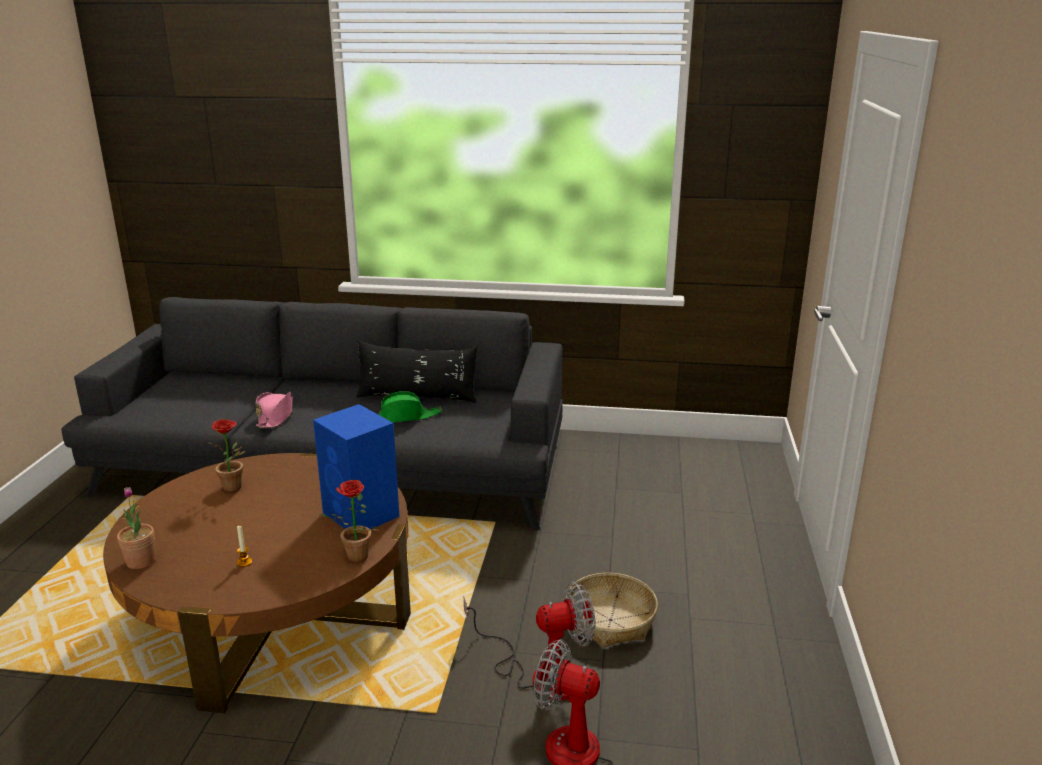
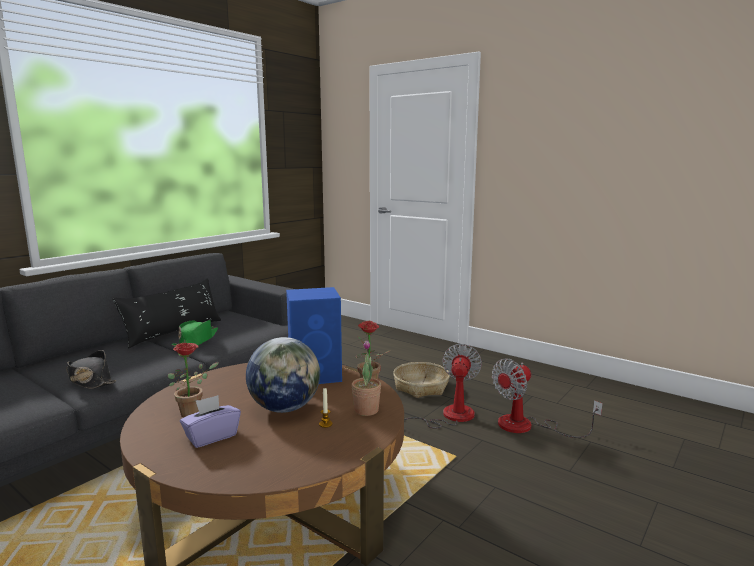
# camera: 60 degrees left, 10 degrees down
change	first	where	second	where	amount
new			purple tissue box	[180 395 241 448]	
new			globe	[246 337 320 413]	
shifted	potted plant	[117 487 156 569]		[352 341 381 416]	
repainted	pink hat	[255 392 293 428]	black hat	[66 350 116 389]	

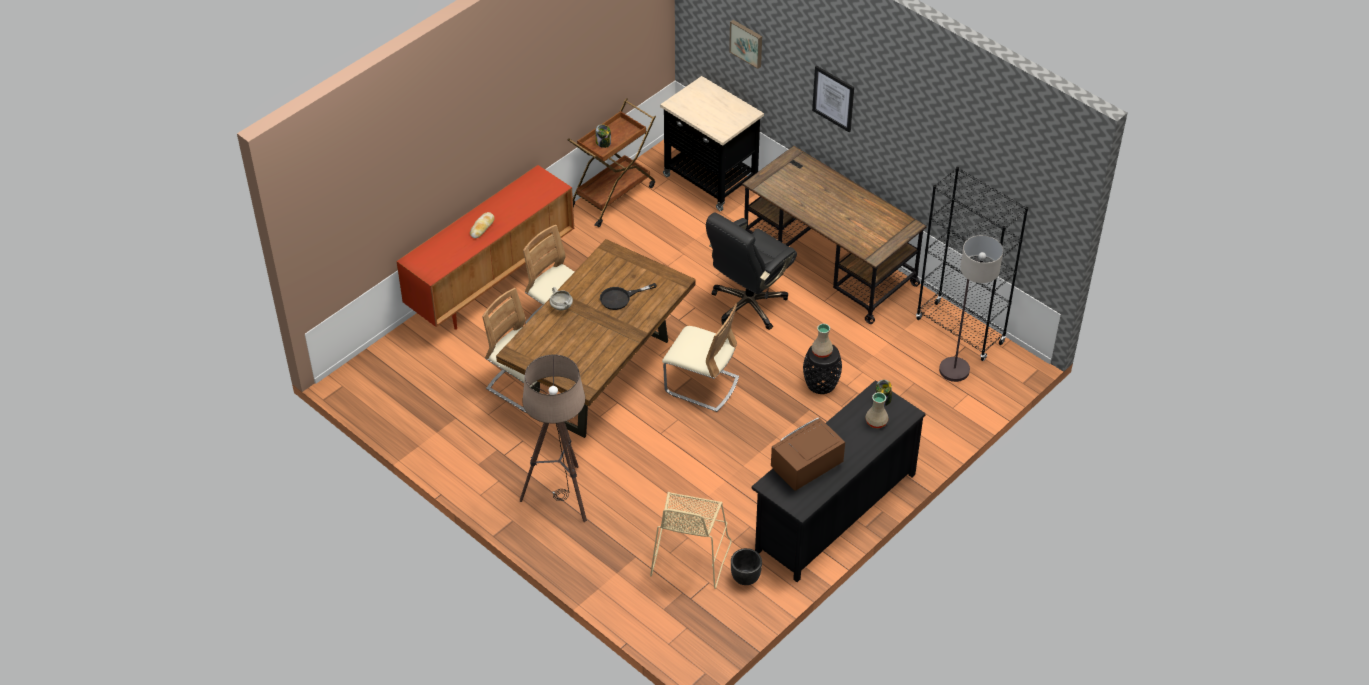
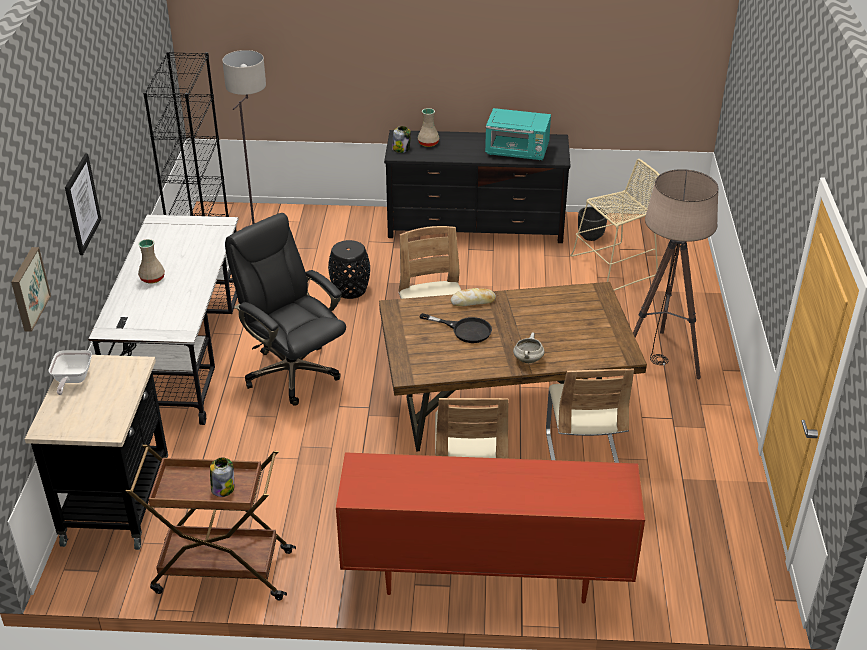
# camera: 130 degrees left, 10 degrees down
change	first	where	second	where	amount
new			frying pan	[49 350 92 395]	
shifted	bread	[470 212 494 238]		[450 288 496 306]	
shifted	beige vase	[811 323 833 358]		[138 239 165 284]	
repainted	brown desk	[742 146 927 324]	white desk	[88 215 238 425]	
repainted	brown microwave	[771 418 845 491]	turquoise microwave	[485 108 551 160]	
rotated	black office chair	[706 213 797 330]		[225 213 346 406]	135 degrees counterclockwise

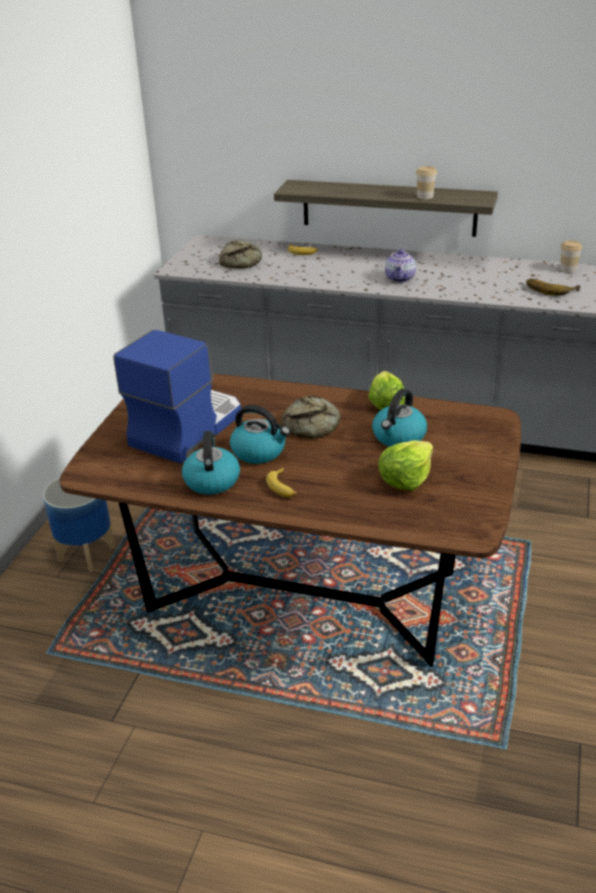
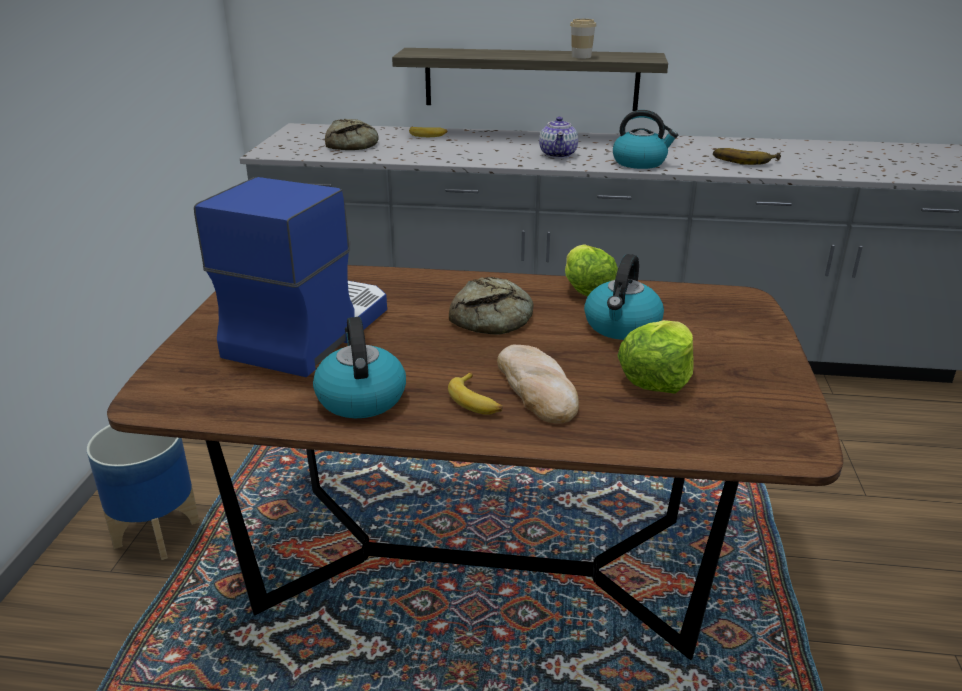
# camera: 10 degrees left, 5 degrees down
change	first	where	second	where	amount
gone	cup	[560 240 582 273]			
new			bread	[497 345 579 424]	
shifted	kettle	[230 405 290 464]		[613 110 678 169]	

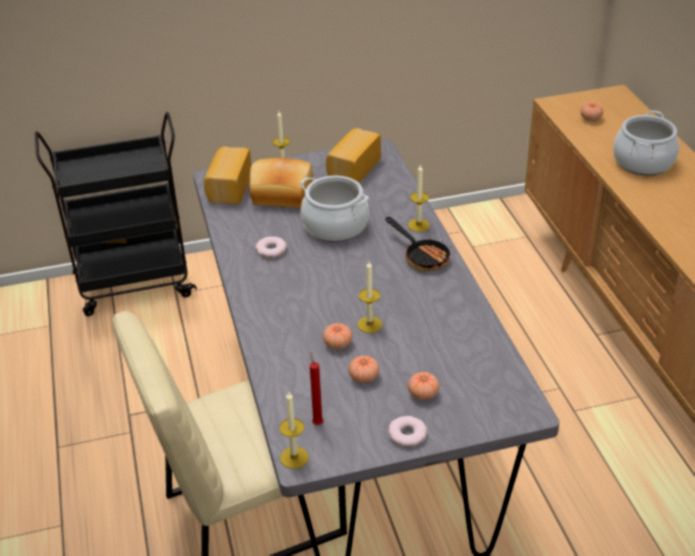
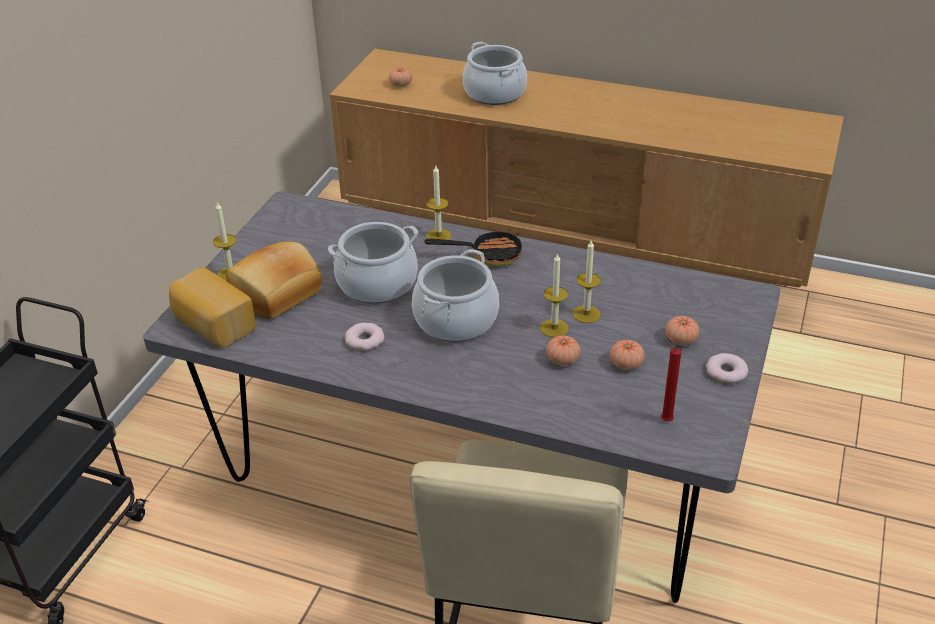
# camera: 55 degrees left, 0 degrees up
change	first	where	second	where	amount
gone	bread	[326 128 381 183]			
new			cooking pot	[412 249 499 342]	
shifted	candle	[279 392 309 469]		[573 240 601 323]	

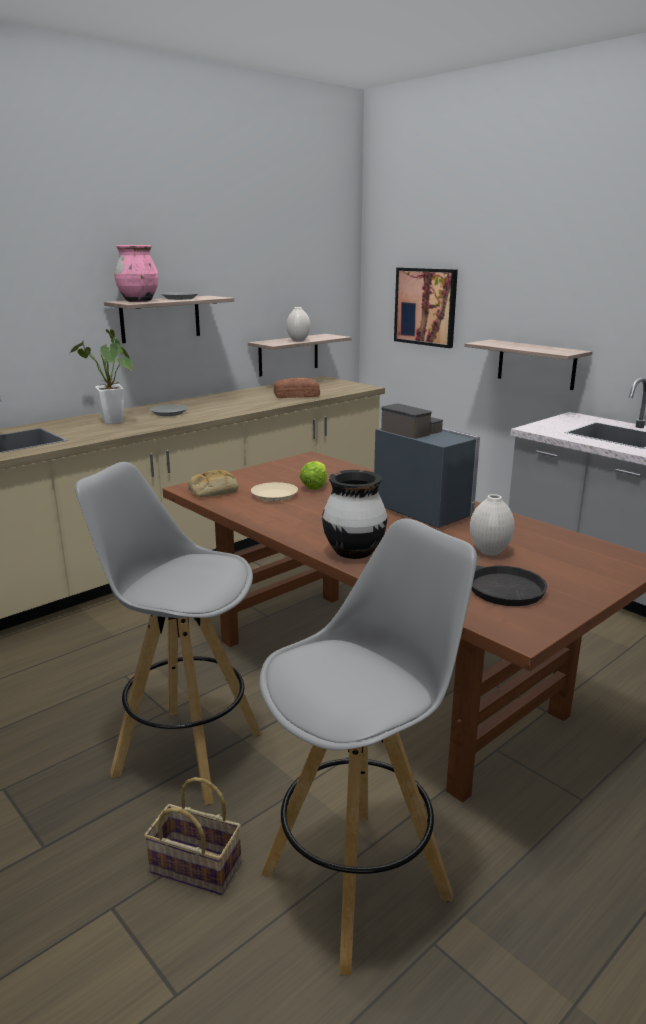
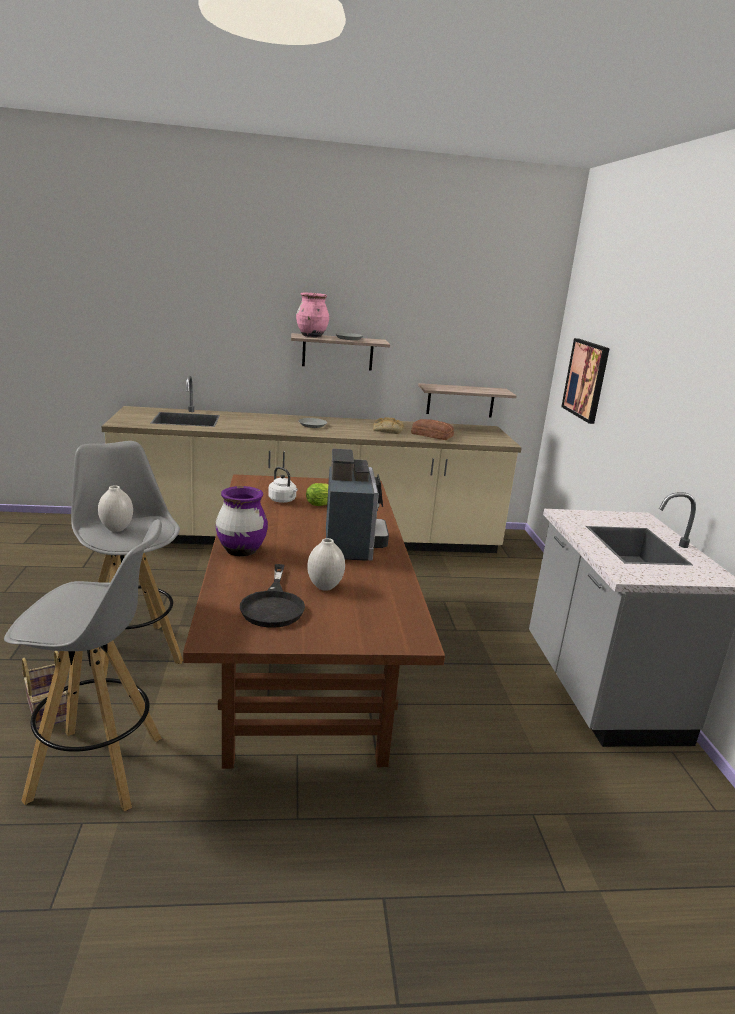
# camera: 35 degrees right, 0 degrees up
change	first	where	second	where	amount
gone	potted plant	[70 329 133 424]			
gone	shelf	[464 340 593 390]			
shifted	bread	[188 469 239 497]		[373 417 404 434]	
shifted	white vase	[286 307 310 342]		[98 486 133 532]	
swapped	beige plate	[251 482 298 501]	white kettle	[268 467 298 503]	
repainted	black vase	[322 470 387 559]	purple vase	[216 486 268 556]	

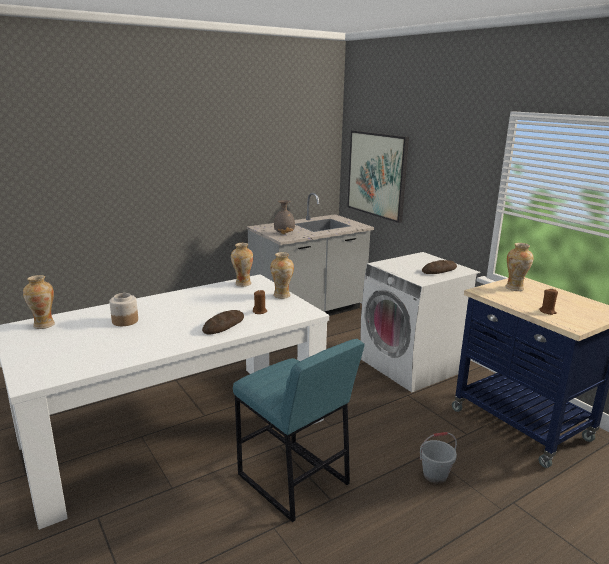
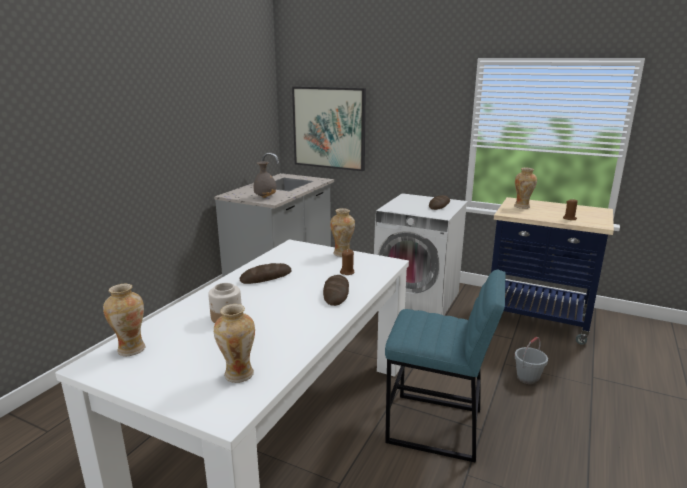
# camera: 30 degrees left, 0 degrees up
change	first	where	second	where	amount
new			bread	[240 263 292 284]	
shifted	vase	[231 243 253 287]		[214 304 255 383]	

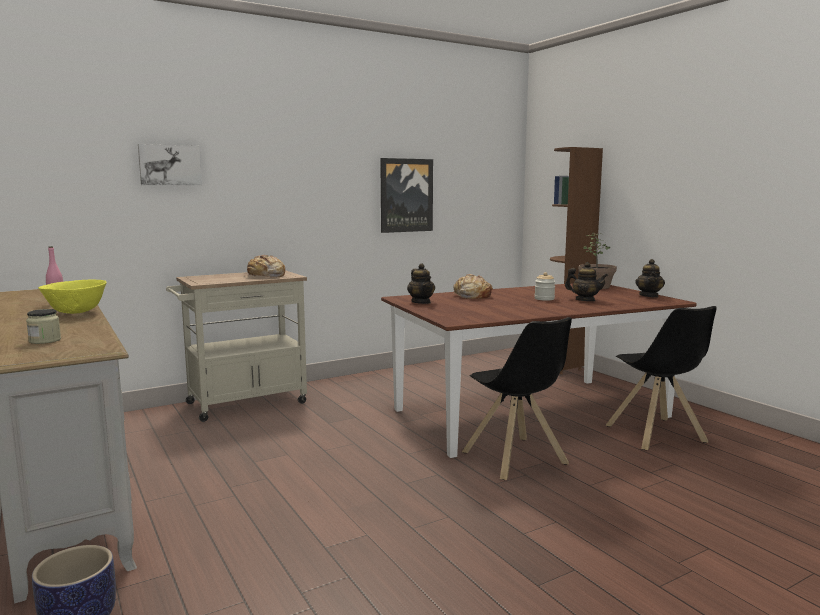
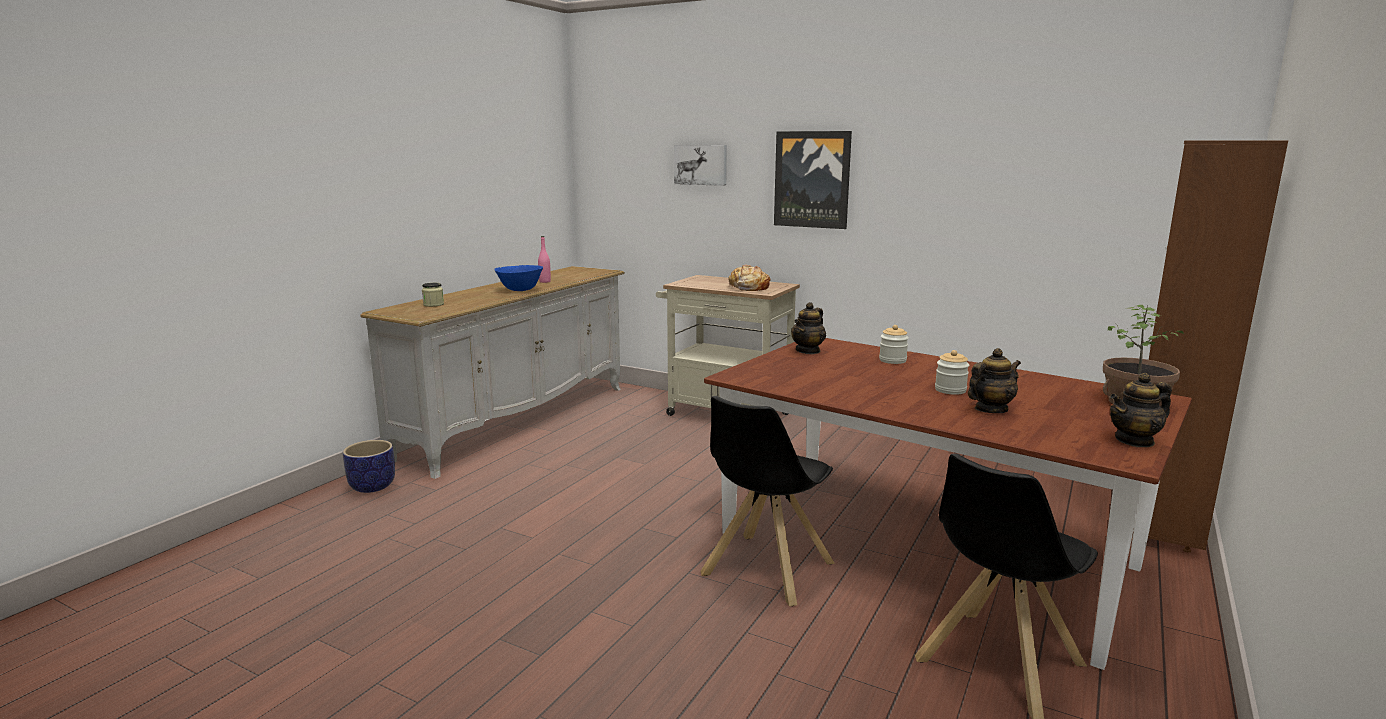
# camera: 60 degrees right, 5 degrees up
change	first	where	second	where	amount
shifted	picture	[380 158 433 233]		[774 131 852 229]	
swapped	bread	[453 274 493 299]	jar	[879 325 909 364]	
repainted	yellow bowl	[38 280 107 314]	blue bowl	[494 265 543 291]	
rotated	teapot	[565 262 608 301]		[968 348 1021 413]	120 degrees counterclockwise

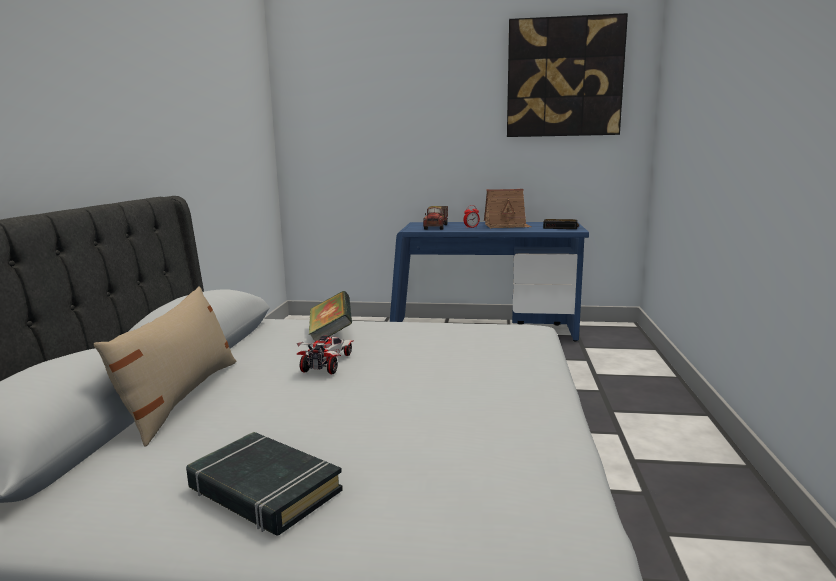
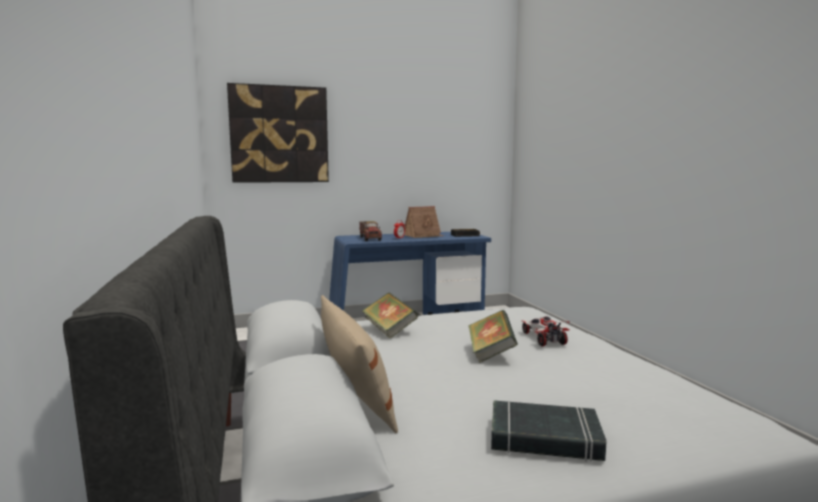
# camera: 25 degrees left, 5 degrees down
change	first	where	second	where	amount
new			book	[469 310 518 363]	
shifted	toy car	[297 335 353 374]		[522 316 570 347]	
shifted	picture	[507 13 628 137]		[227 83 329 183]	

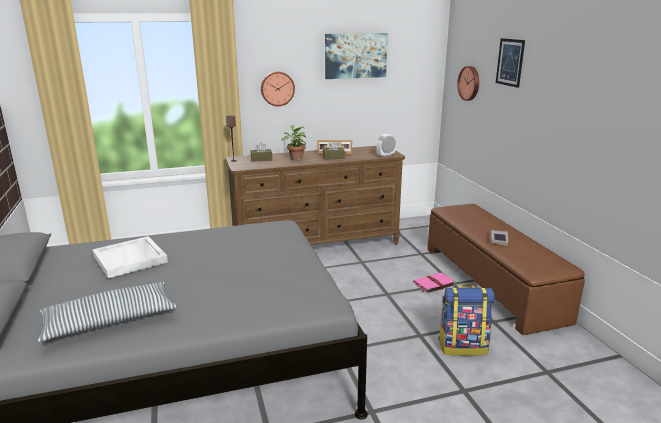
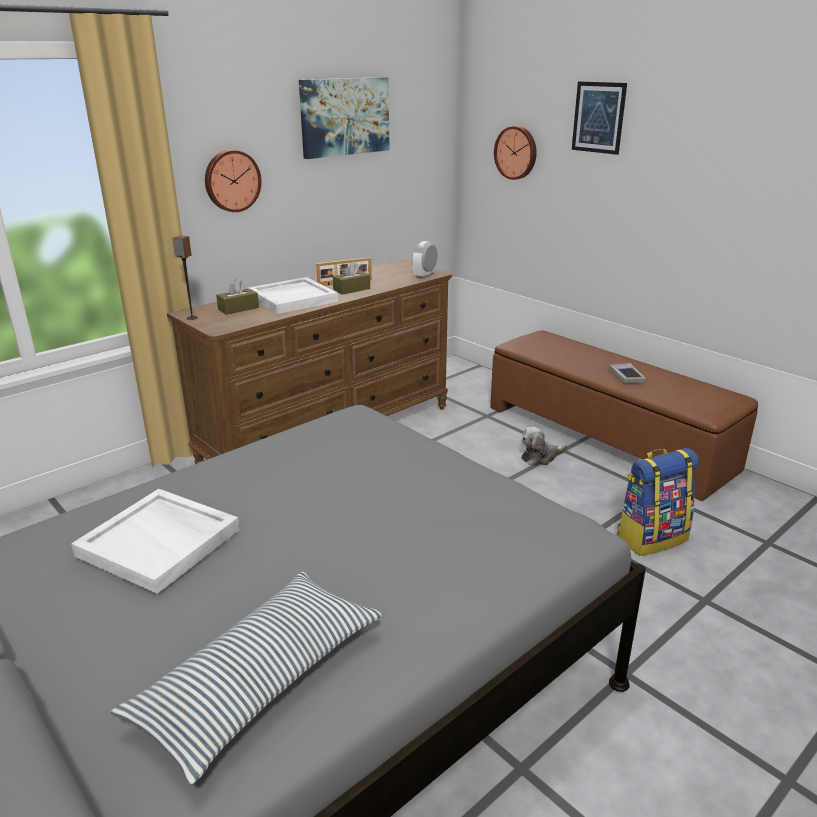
# camera: 25 degrees left, 5 degrees up
change	first	where	second	where	amount
swapped	potted plant	[281 125 307 160]	white tray	[247 277 338 314]	
swapped	pink book	[413 273 456 294]	plush toy	[521 427 567 466]	

